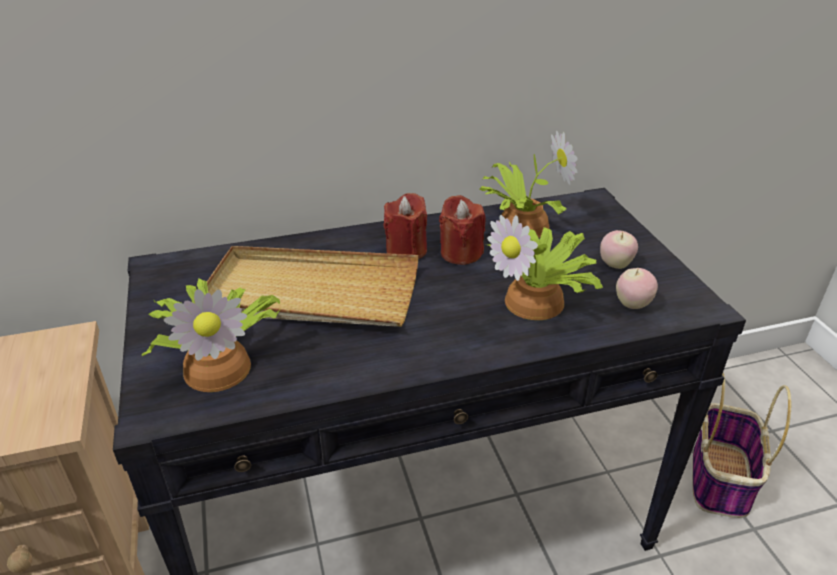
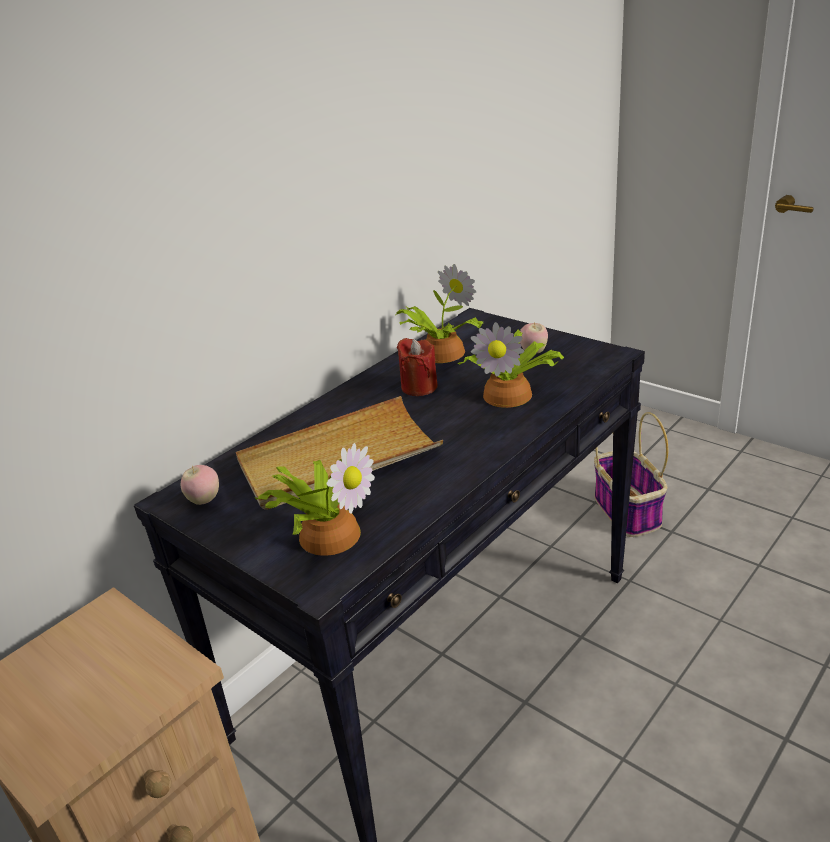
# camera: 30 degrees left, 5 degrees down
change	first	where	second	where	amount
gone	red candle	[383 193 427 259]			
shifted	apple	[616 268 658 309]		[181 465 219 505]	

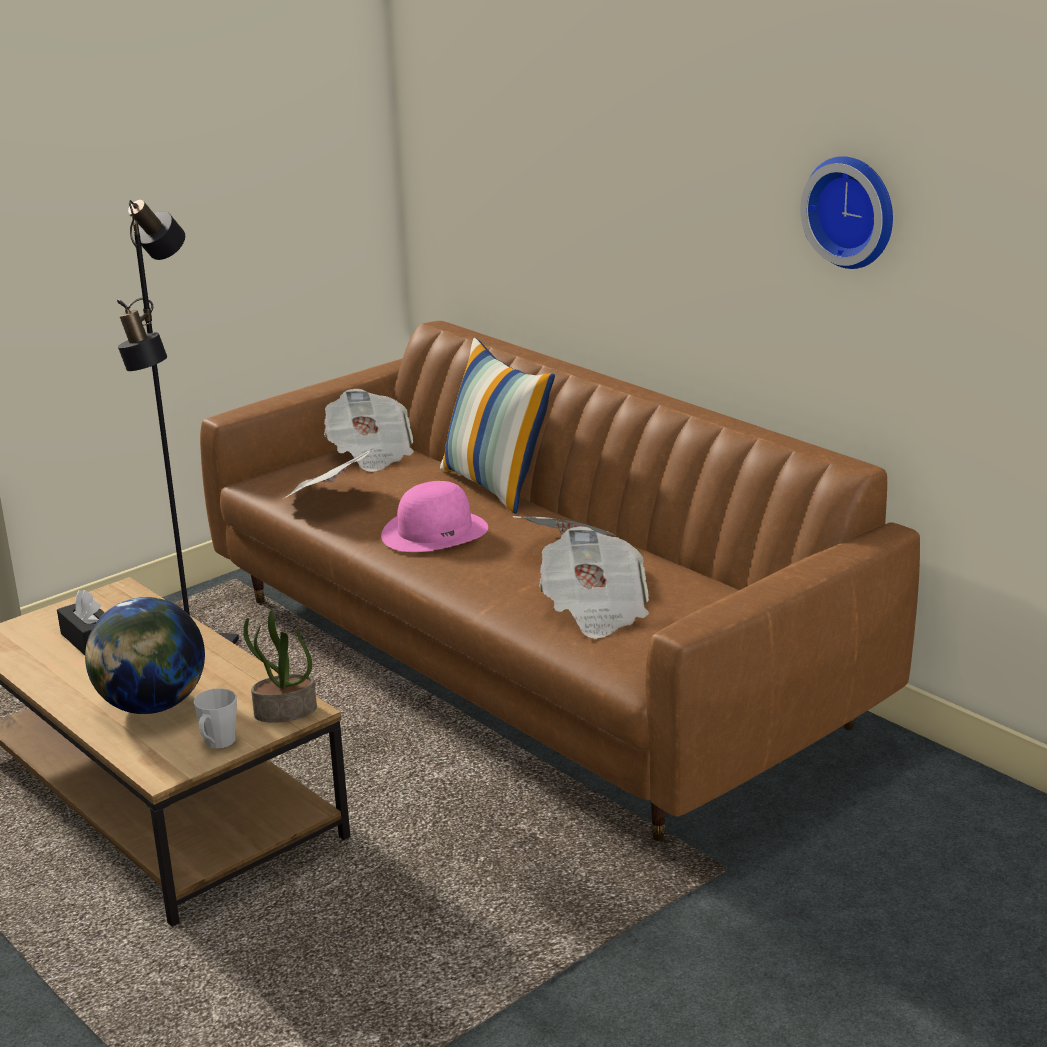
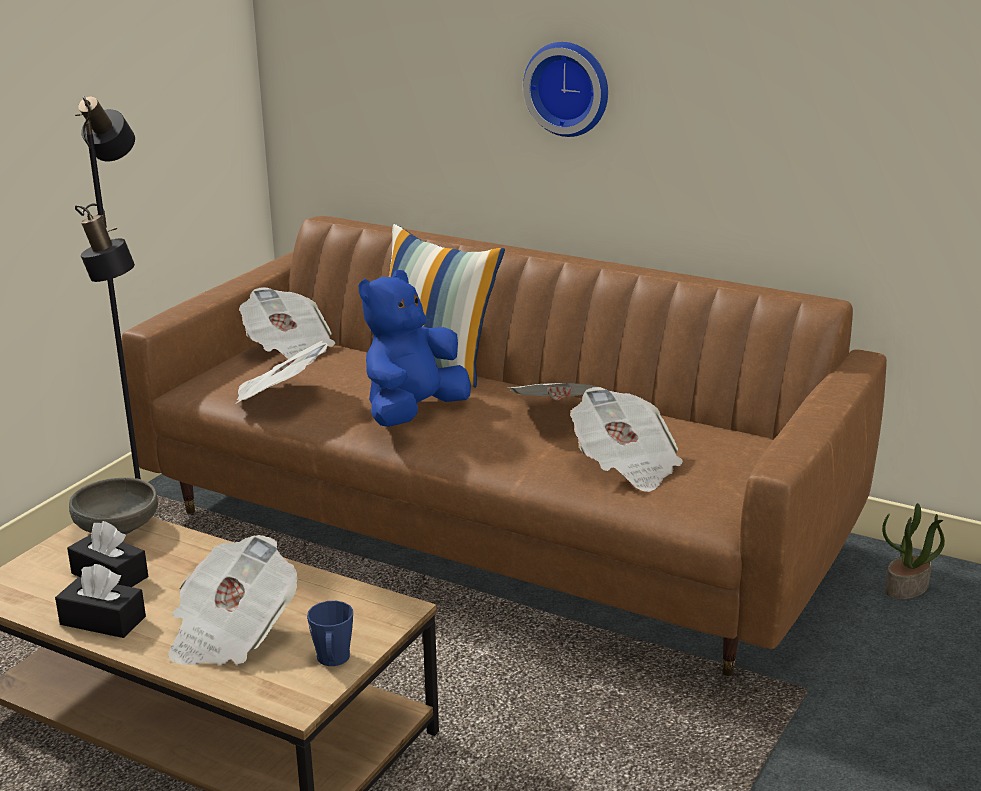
# camera: 20 degrees left, 0 degrees up
change	first	where	second	where	amount
new			black tissue box	[55 564 146 638]	
new			grey bowl	[69 477 158 534]	
shifted	potted plant	[243 610 317 723]		[882 503 945 599]	
shifted	wall clock	[800 156 893 269]		[523 42 608 137]	
swapped	globe	[85 597 205 714]	newspaper	[168 535 297 665]	
swapped	pink hat	[381 481 488 552]	blue plush toy	[359 270 471 427]	
repainted	grey mug	[194 688 237 748]	blue mug	[307 601 353 666]	

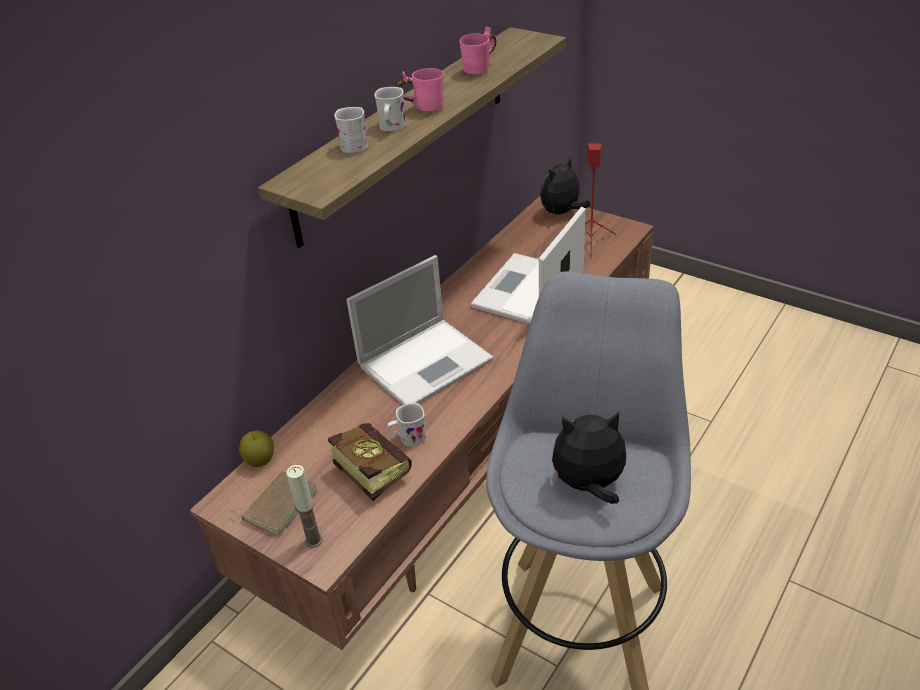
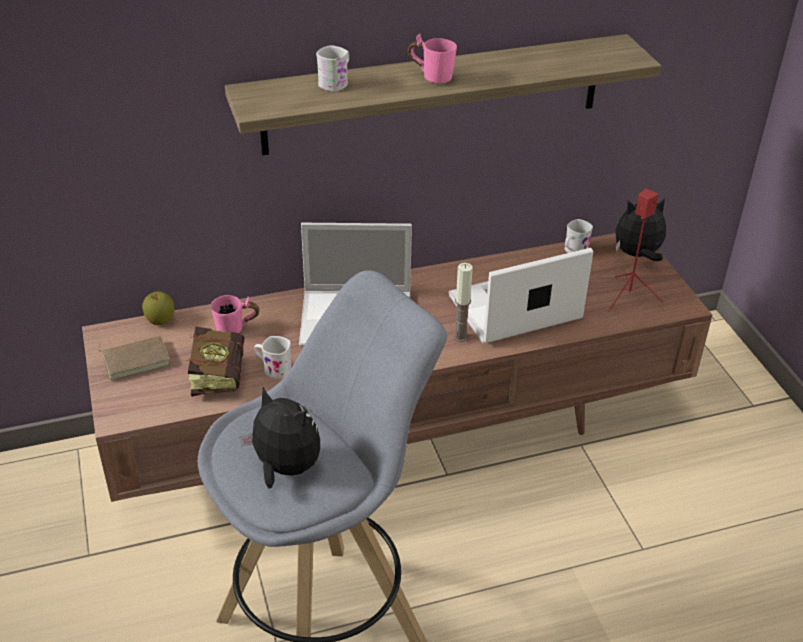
# camera: 35 degrees right, 0 degrees up
change	first	where	second	where	amount
shifted	candle	[286 465 323 548]		[453 263 473 342]	
shifted	white mug	[375 87 406 131]		[565 219 593 253]	
shifted	pink mug	[460 27 496 74]		[211 295 259 333]	

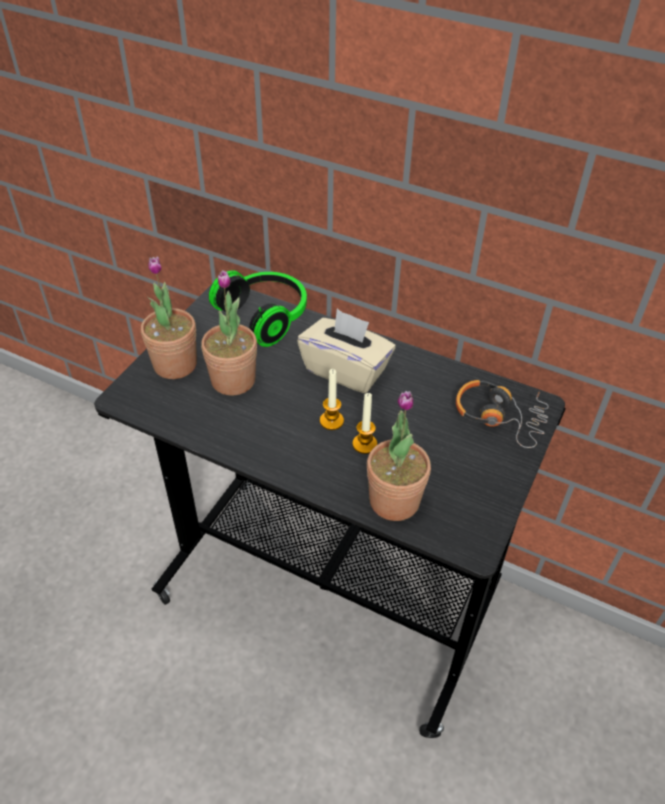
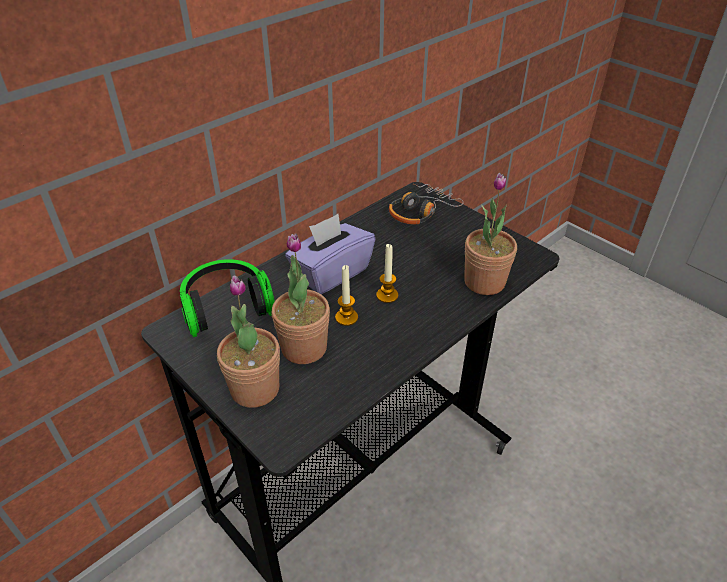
# camera: 70 degrees left, 5 degrees down
change	first	where	second	where	amount
shifted	candle	[352 393 377 454]		[335 265 358 326]	
repainted	beige tissue box	[297 309 396 393]	purple tissue box	[285 214 375 294]	

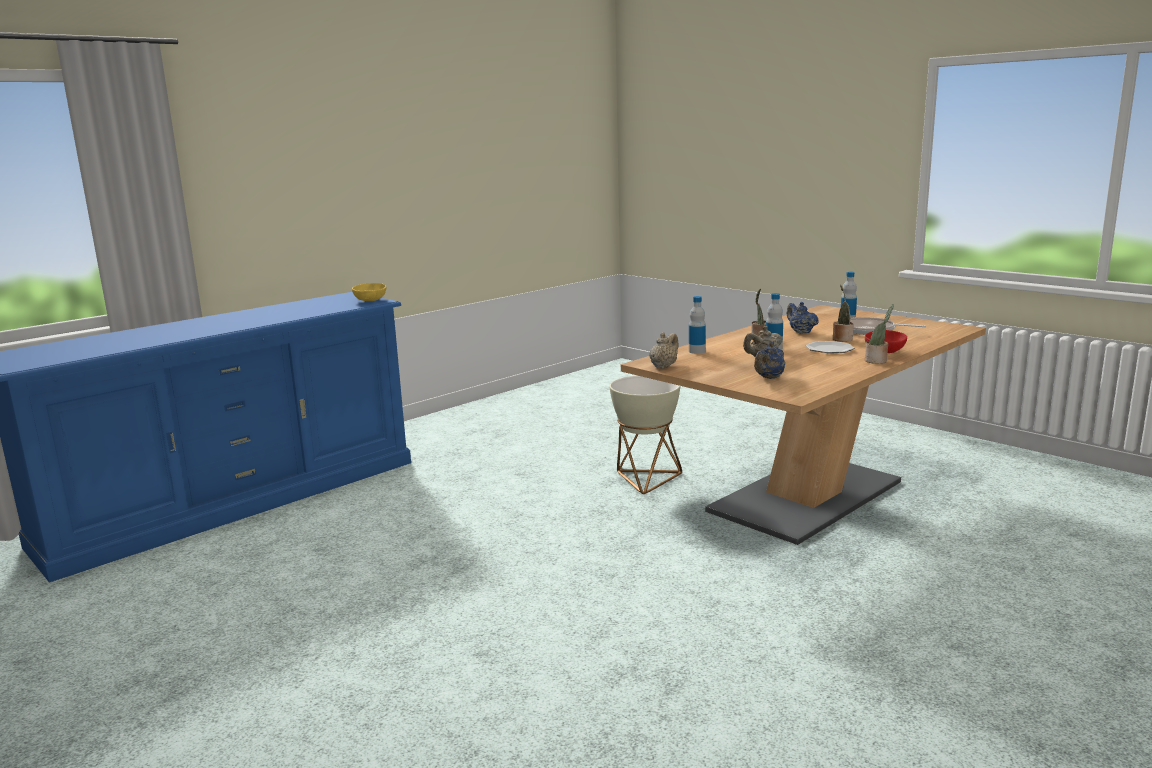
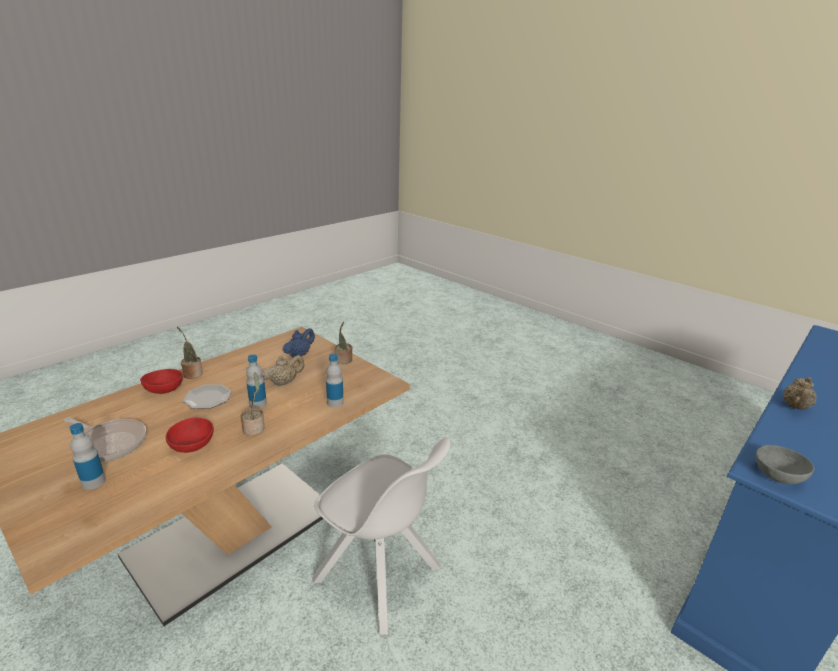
# camera: 175 degrees right, 10 degrees up
change	first	where	second	where	amount
shifted	beige teapot	[649 332 679 369]		[784 377 817 410]	
shifted	potted plant	[833 284 854 342]		[335 322 352 364]	
swapped	planter	[609 376 682 494]	white chair	[312 437 450 634]	
swapped	blue teapot	[787 302 819 334]	red bowl	[166 417 214 453]	
repainted	yellow bowl	[352 283 386 301]	grey bowl	[756 445 814 484]	

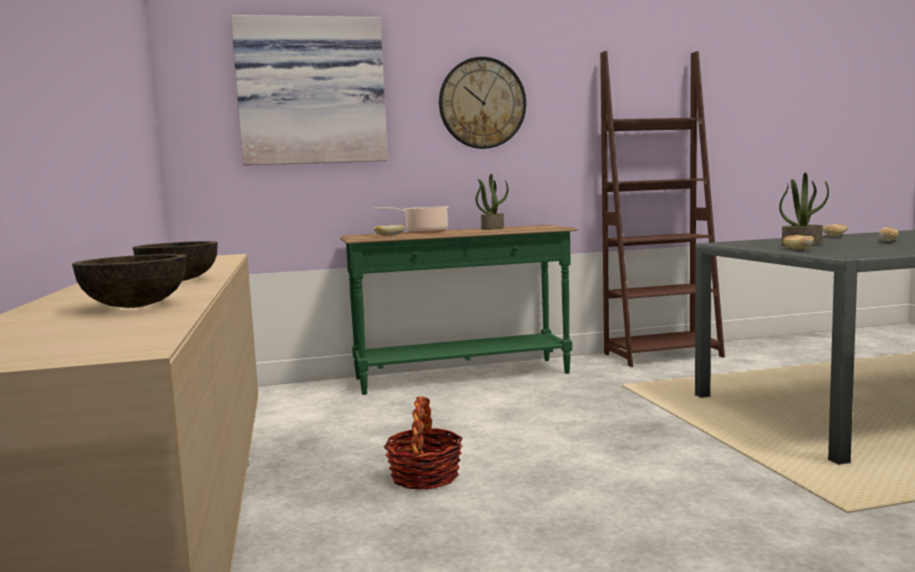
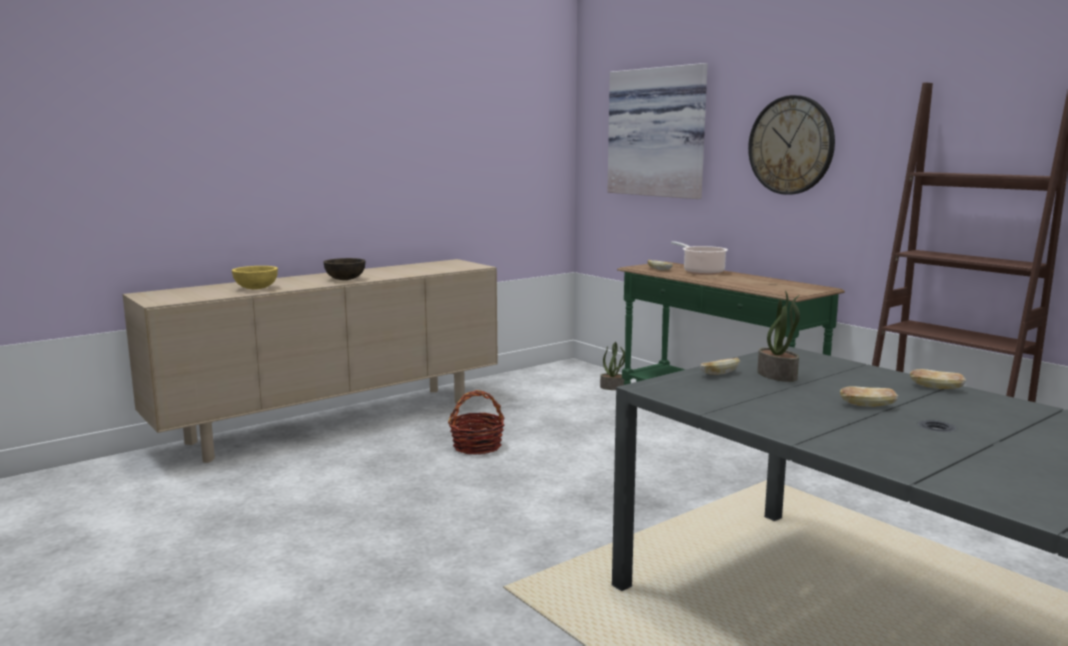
# camera: 65 degrees right, 5 degrees up
change	first	where	second	where	amount
shifted	potted plant	[475 174 508 230]		[600 342 625 390]	
repainted	brown bowl	[72 254 186 308]	yellow bowl	[232 266 278 290]	

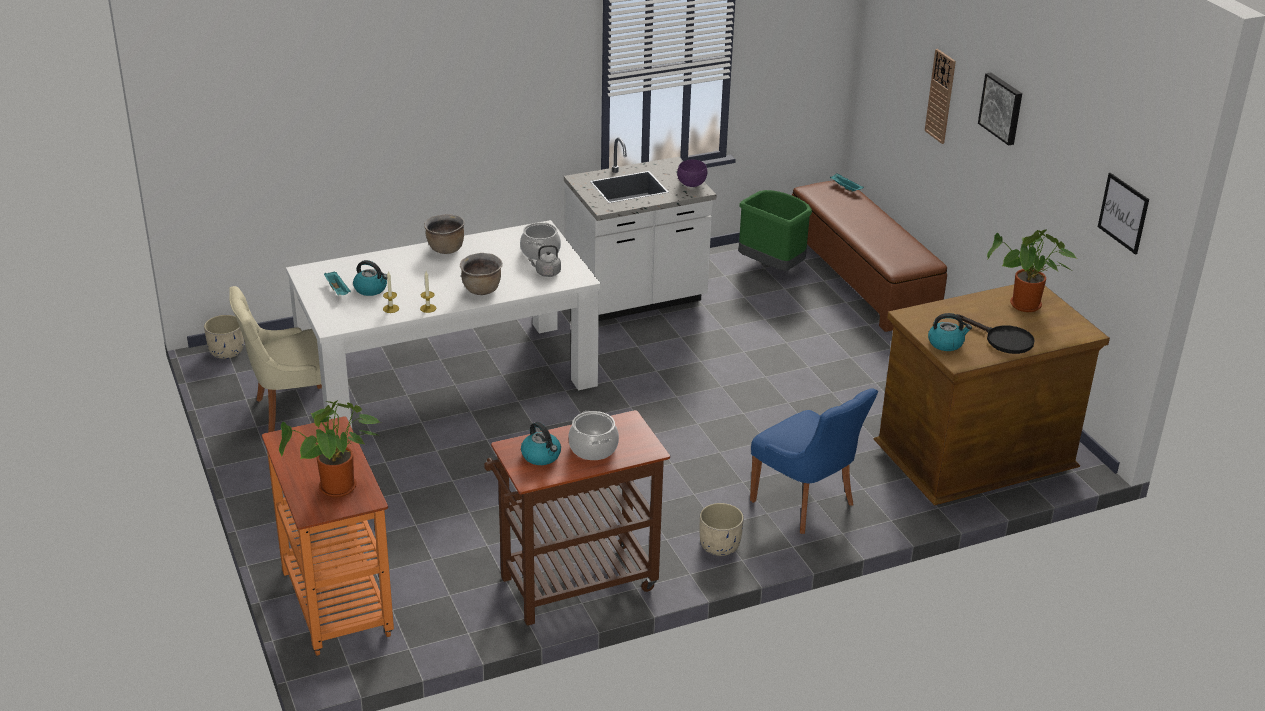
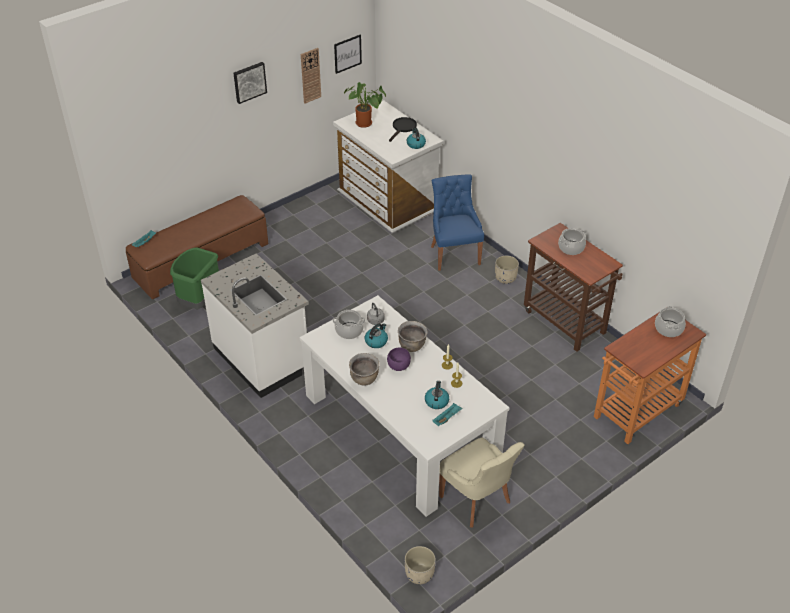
# camera: 105 degrees left, 10 degrees up
change	first	where	second	where	amount
shifted	kettle	[521 422 561 465]		[365 323 388 348]	
shifted	purple bowl	[677 160 707 187]		[387 347 411 371]	
shifted	wall clock	[925 49 956 144]		[301 48 321 104]	
swapped	potted plant	[279 400 381 497]	cooking pot	[655 306 686 337]	
repainted	brown dresser	[874 284 1110 506]	white dresser	[333 100 444 233]	
rotated	blue chair	[750 388 878 534]		[431 174 484 271]	45 degrees counterclockwise

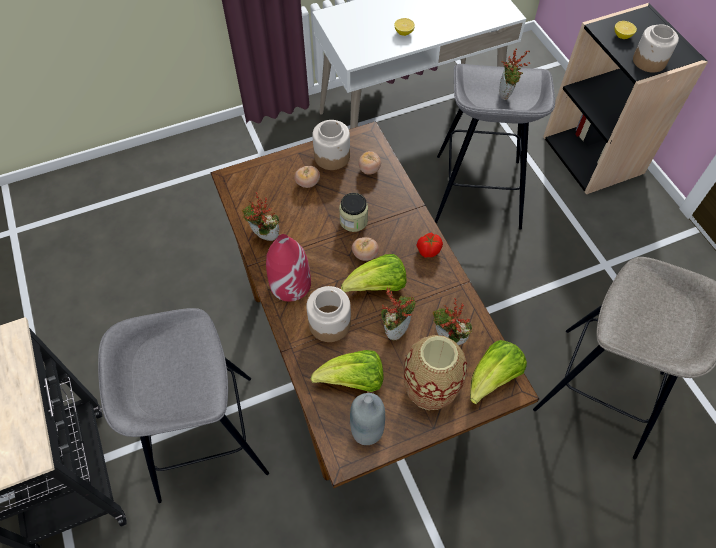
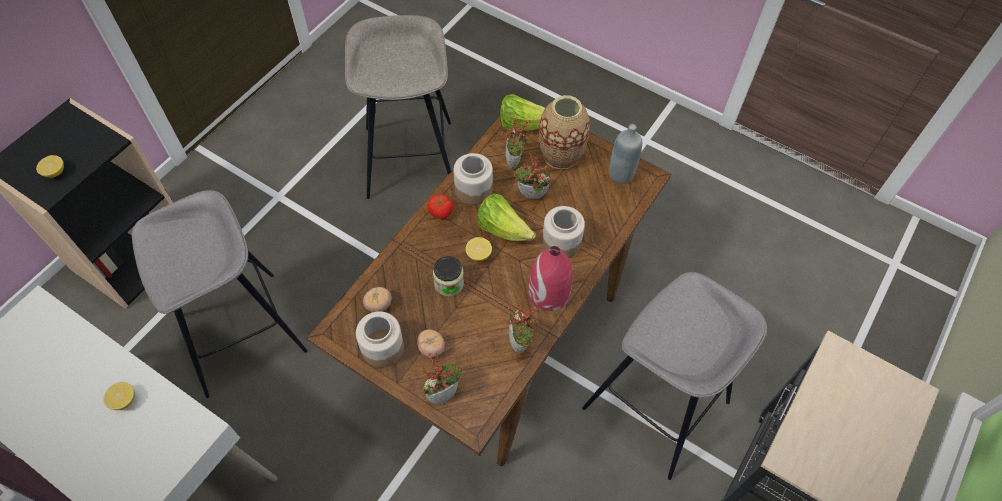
# camera: 125 degrees left, 0 degrees up
change	first	where	second	where	amount
gone	lettuce	[311 350 383 392]			
shifted	potted plant	[499 49 531 100]		[422 352 462 405]	
shifted	jar	[633 24 679 73]		[453 153 493 205]	
swapped	tomato	[352 237 379 261]	lemon	[466 237 492 261]	

